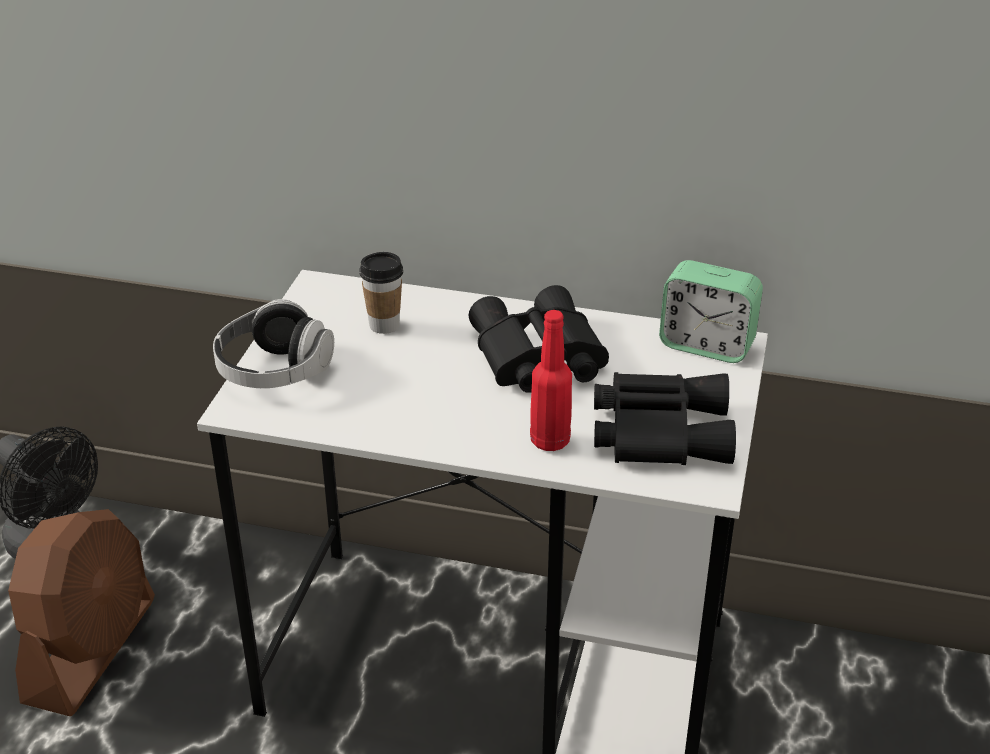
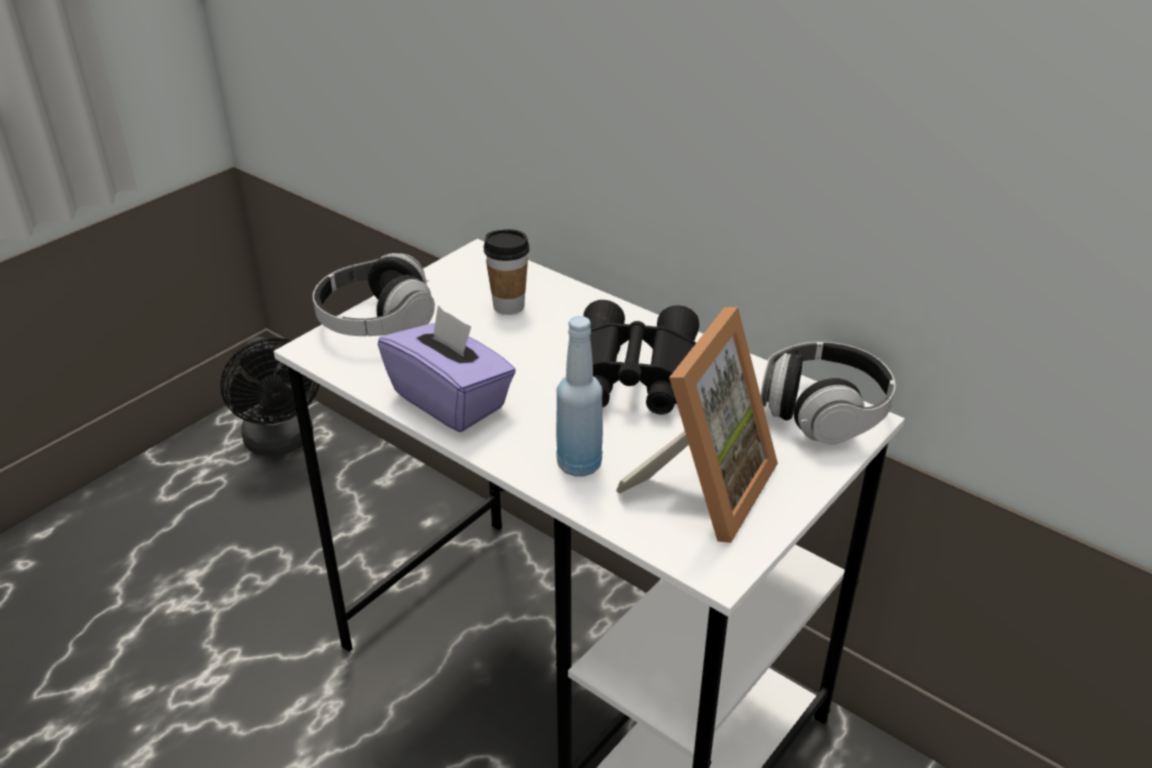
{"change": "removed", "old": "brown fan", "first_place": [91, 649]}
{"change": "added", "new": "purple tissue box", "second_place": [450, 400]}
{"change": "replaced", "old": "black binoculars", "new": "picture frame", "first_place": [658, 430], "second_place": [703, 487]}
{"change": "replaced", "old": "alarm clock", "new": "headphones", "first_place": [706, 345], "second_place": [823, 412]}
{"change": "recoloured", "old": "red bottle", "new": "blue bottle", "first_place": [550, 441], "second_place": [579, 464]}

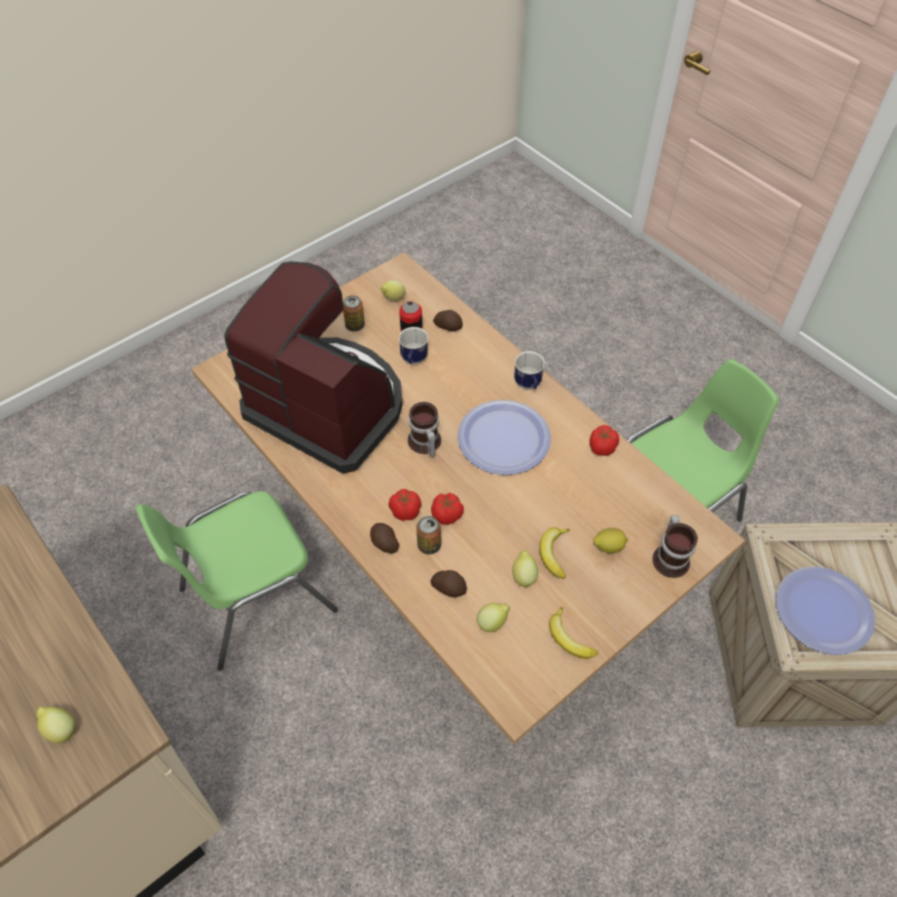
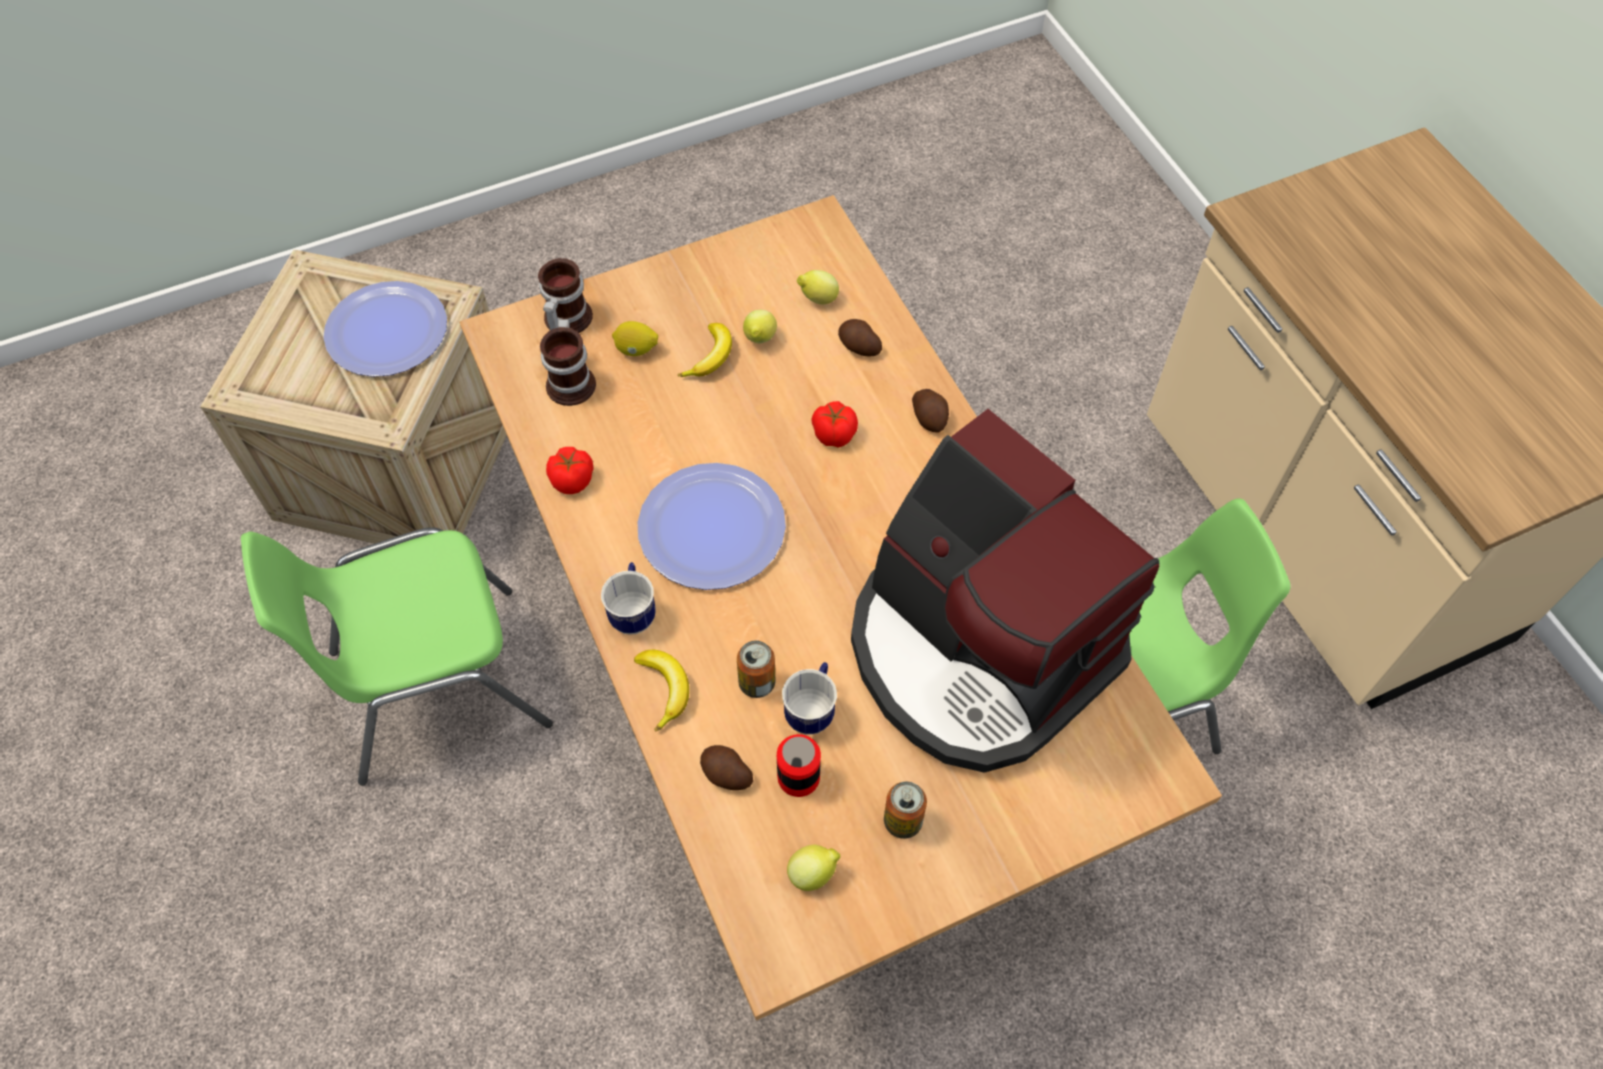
{"change": "removed", "old": "lemon", "first_place": [61, 729]}
{"change": "removed", "old": "tomato", "first_place": [405, 511]}
{"change": "moved", "old": "mug", "first_place": [424, 444], "second_place": [573, 381]}
{"change": "moved", "old": "can", "first_place": [429, 545], "second_place": [757, 682]}
{"change": "moved", "old": "banana", "first_place": [568, 638], "second_place": [664, 688]}

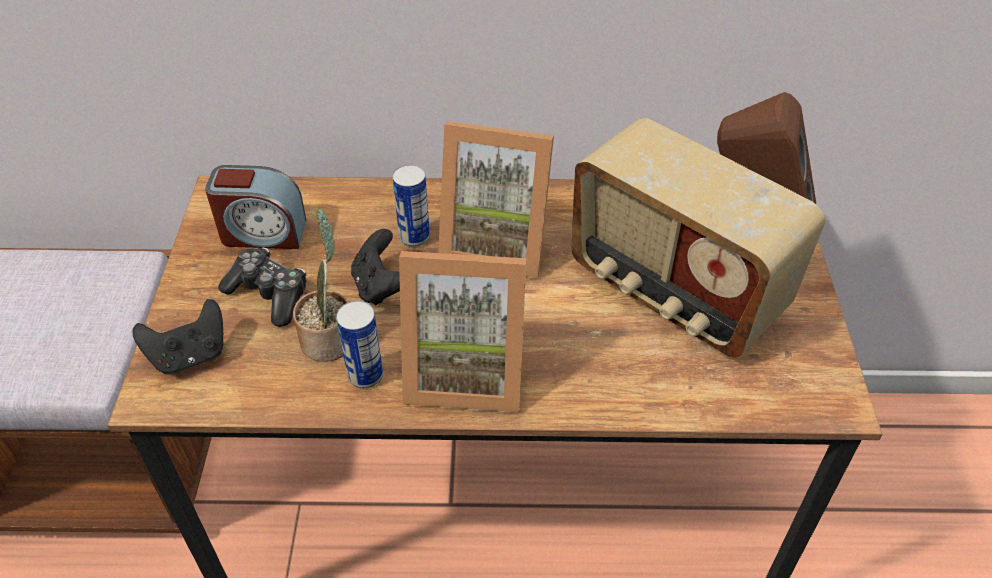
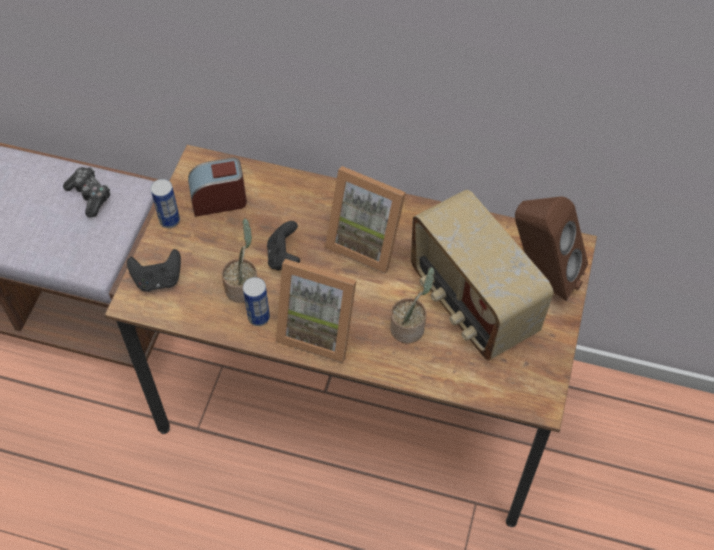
{"change": "added", "new": "potted plant", "second_place": [409, 327]}
{"change": "moved", "old": "game controller", "first_place": [269, 294], "second_place": [90, 195]}
{"change": "moved", "old": "can", "first_place": [414, 237], "second_place": [169, 220]}
{"change": "turned", "old": "alarm clock", "first_place": [263, 233], "second_place": [219, 200], "degrees": 150}

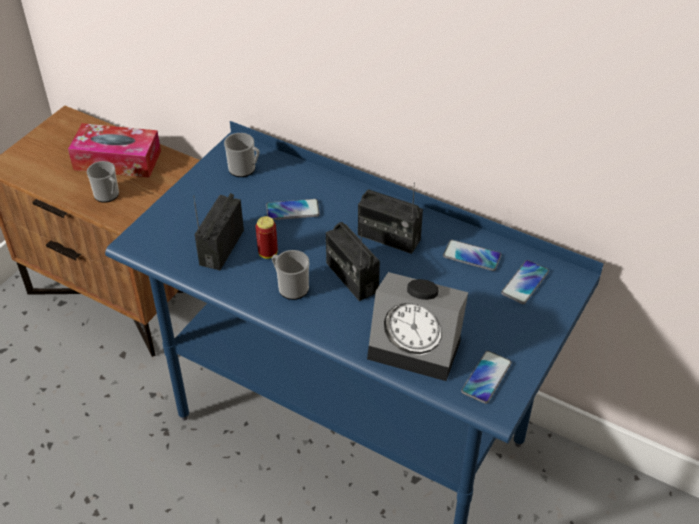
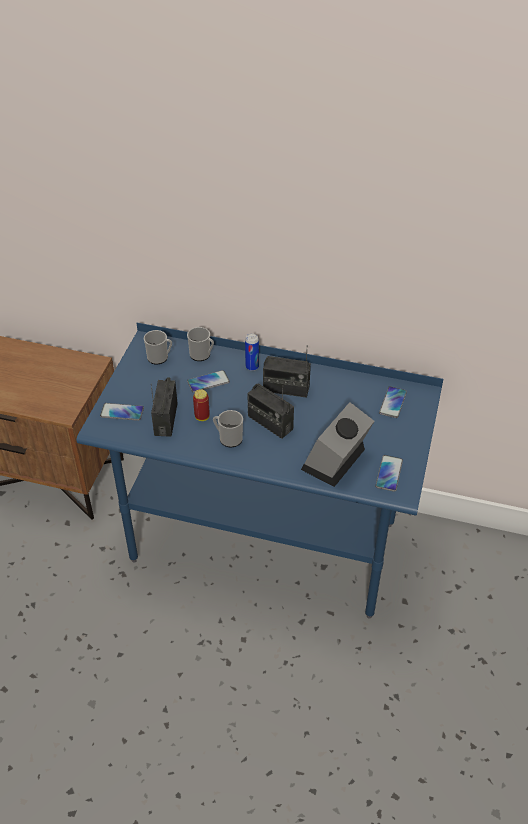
{"change": "removed", "old": "tissue box", "first_place": [117, 160]}
{"change": "added", "new": "can", "second_place": [252, 367]}
{"change": "moved", "old": "mug", "first_place": [108, 195], "second_place": [202, 355]}
{"change": "moved", "old": "phone", "first_place": [472, 256], "second_place": [122, 412]}
{"change": "turned", "old": "alarm clock", "first_place": [418, 347], "second_place": [335, 462], "degrees": 120}

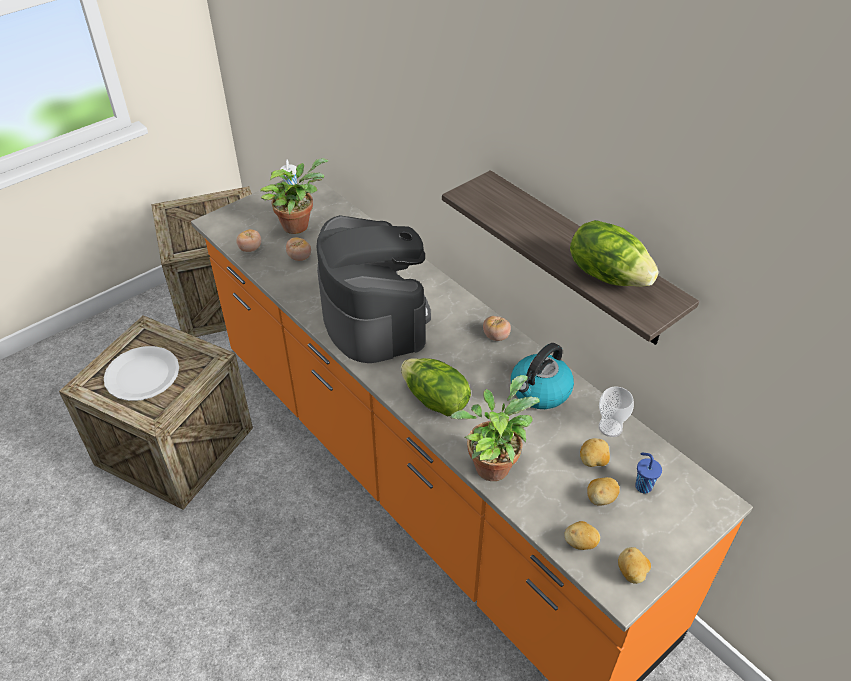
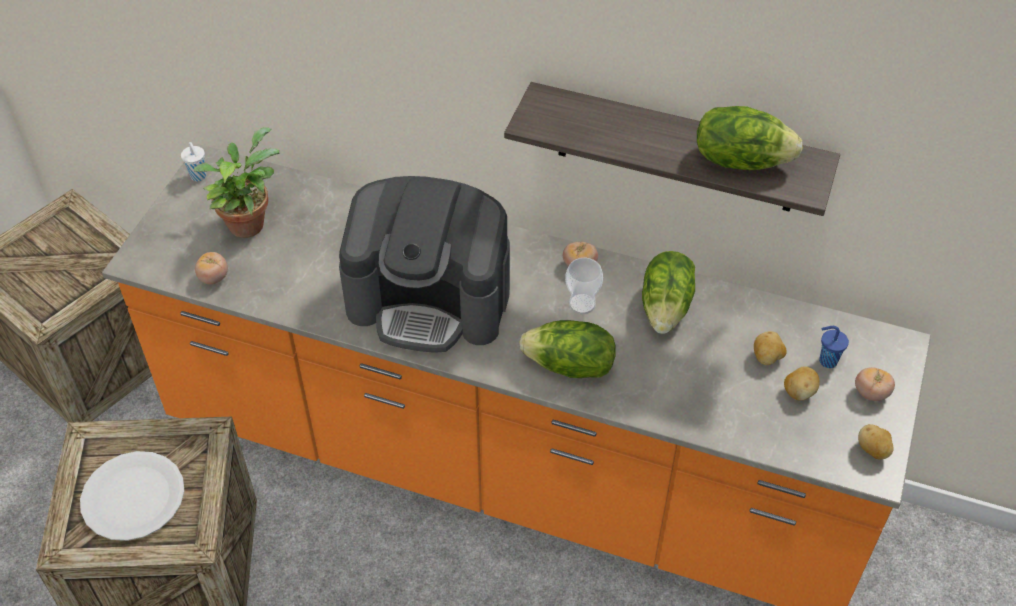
{"change": "removed", "old": "potted plant", "first_place": [492, 463]}
{"change": "removed", "old": "potato", "first_place": [580, 543]}
{"change": "moved", "old": "tomato", "first_place": [299, 257], "second_place": [871, 393]}
{"change": "moved", "old": "cup", "first_place": [610, 427], "second_place": [582, 304]}
{"change": "replaced", "old": "kettle", "new": "lettuce", "first_place": [540, 391], "second_place": [667, 307]}
{"change": "turned", "old": "coffee machine", "first_place": [374, 316], "second_place": [430, 299], "degrees": 150}

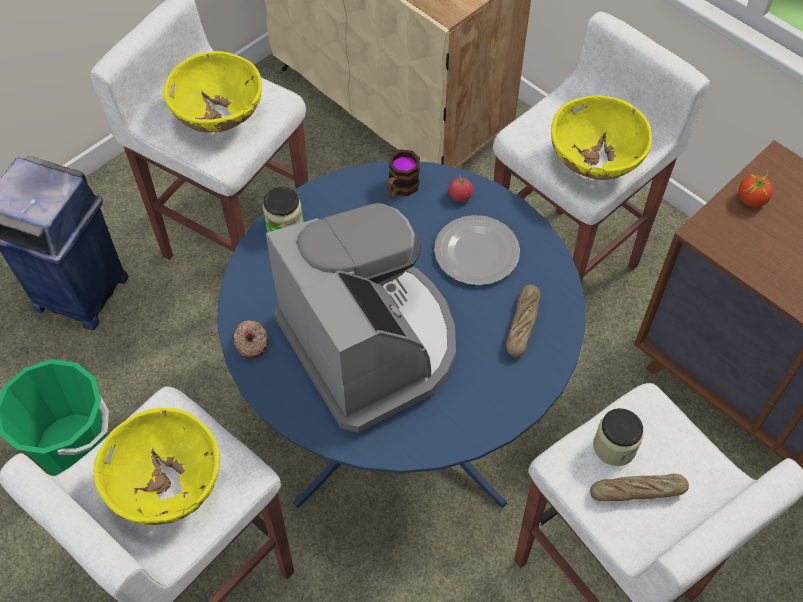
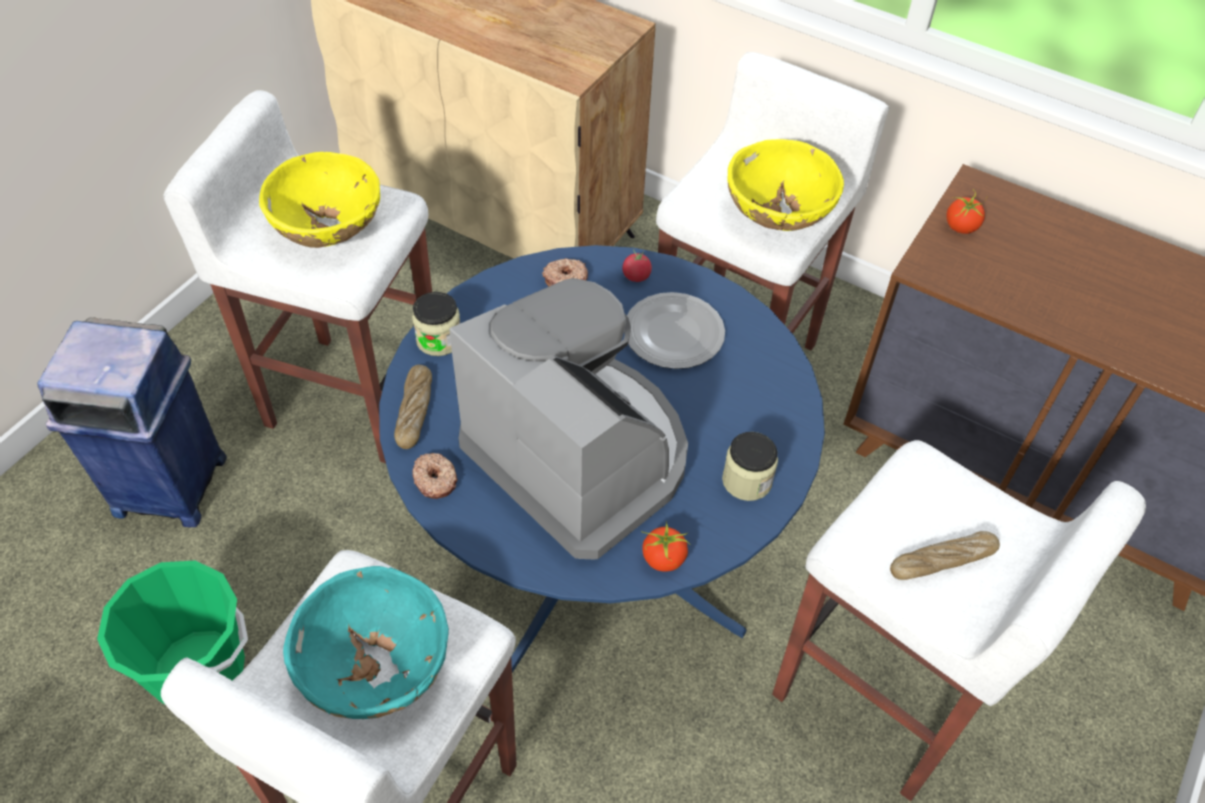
{"change": "added", "new": "tomato", "second_place": [663, 559]}
{"change": "moved", "old": "bread", "first_place": [522, 324], "second_place": [414, 411]}
{"change": "moved", "old": "jar", "first_place": [614, 446], "second_place": [747, 480]}
{"change": "replaced", "old": "mug", "new": "donut", "first_place": [400, 188], "second_place": [565, 279]}
{"change": "recoloured", "old": "yellow bowl", "new": "turquoise bowl", "first_place": [167, 486], "second_place": [377, 670]}

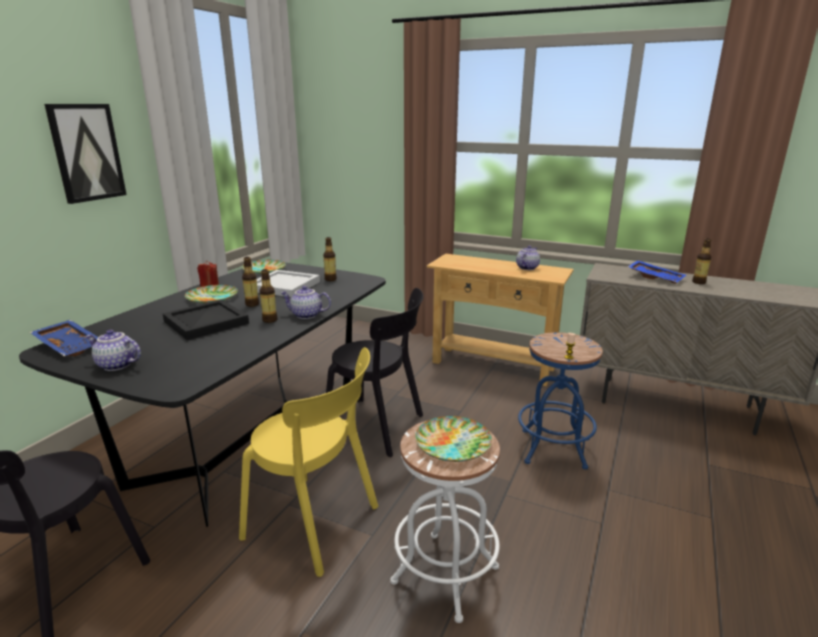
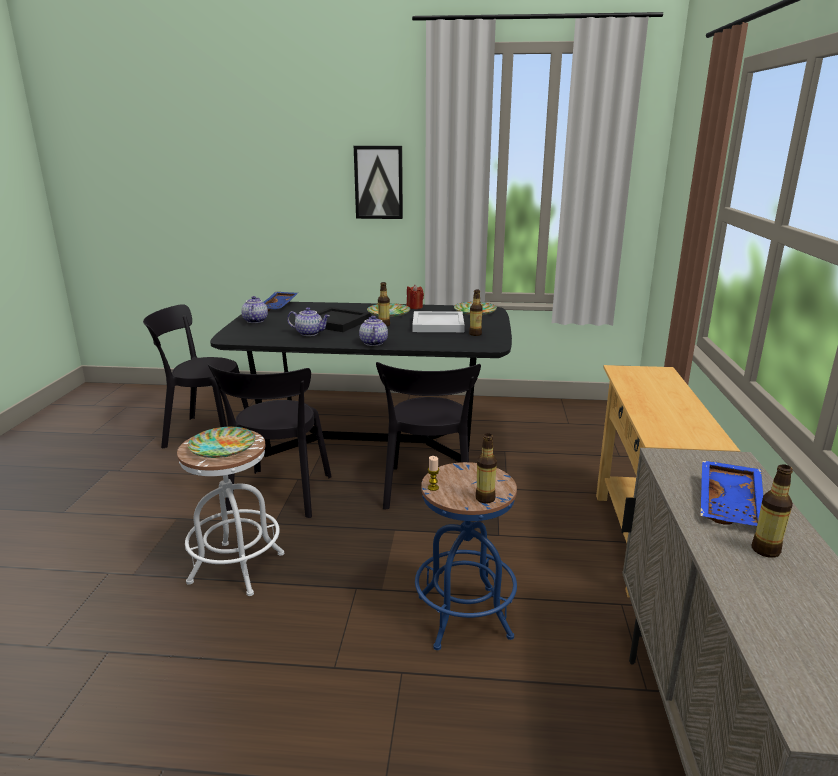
{"change": "moved", "old": "bottle", "first_place": [270, 320], "second_place": [485, 498]}
{"change": "moved", "old": "teapot", "first_place": [526, 268], "second_place": [310, 333]}
{"change": "recoloured", "old": "yellow chair", "new": "black chair", "first_place": [316, 524], "second_place": [279, 496]}

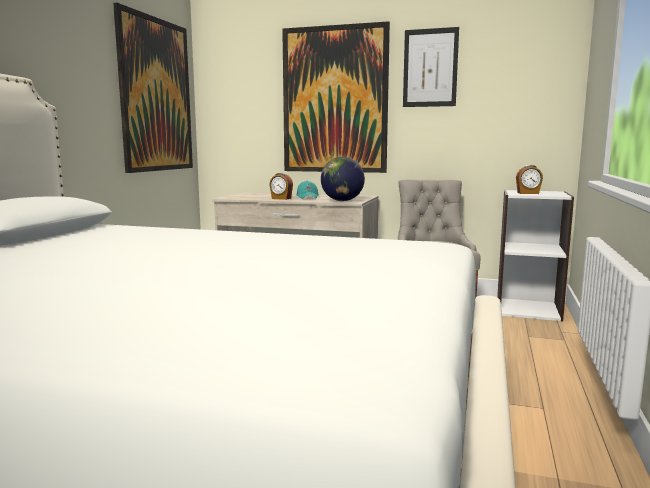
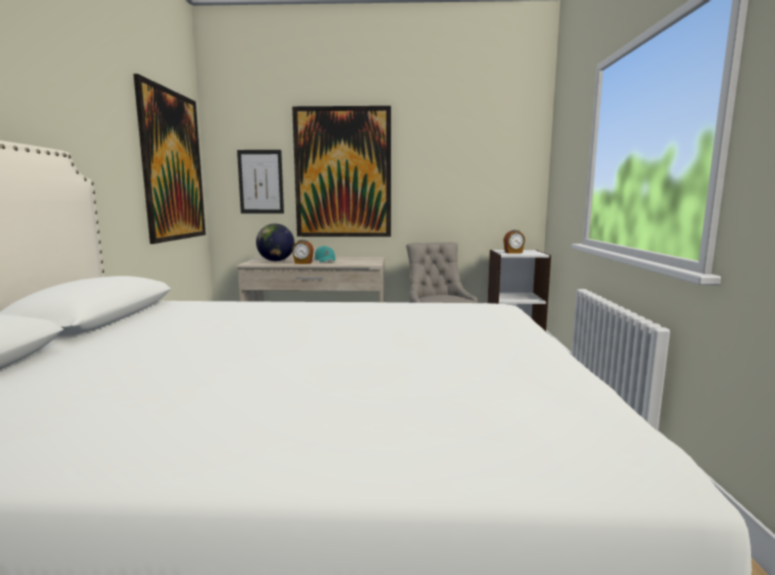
{"change": "moved", "old": "globe", "first_place": [342, 201], "second_place": [276, 261]}
{"change": "moved", "old": "picture", "first_place": [430, 68], "second_place": [261, 182]}

